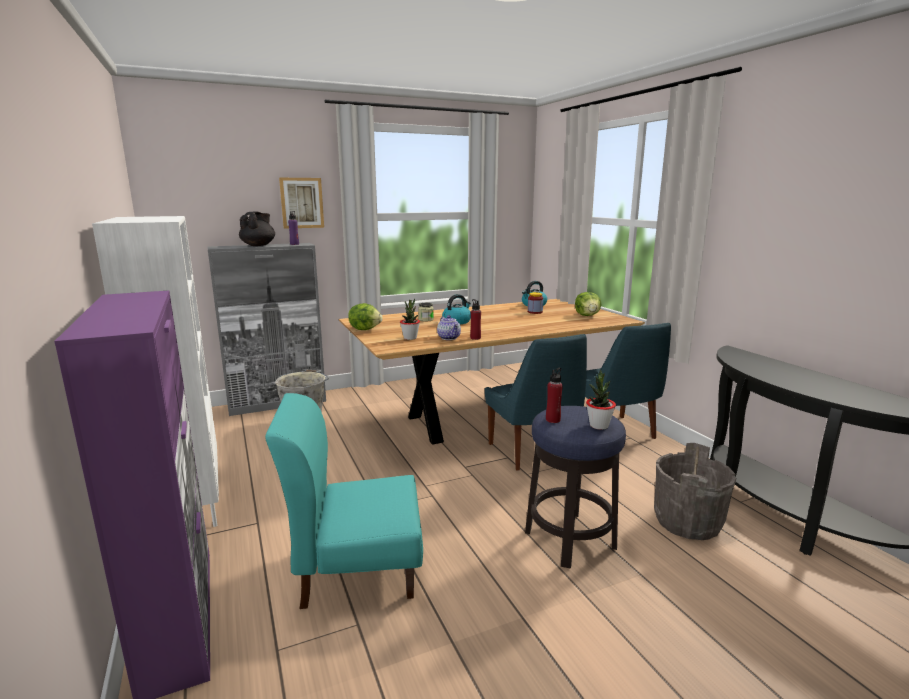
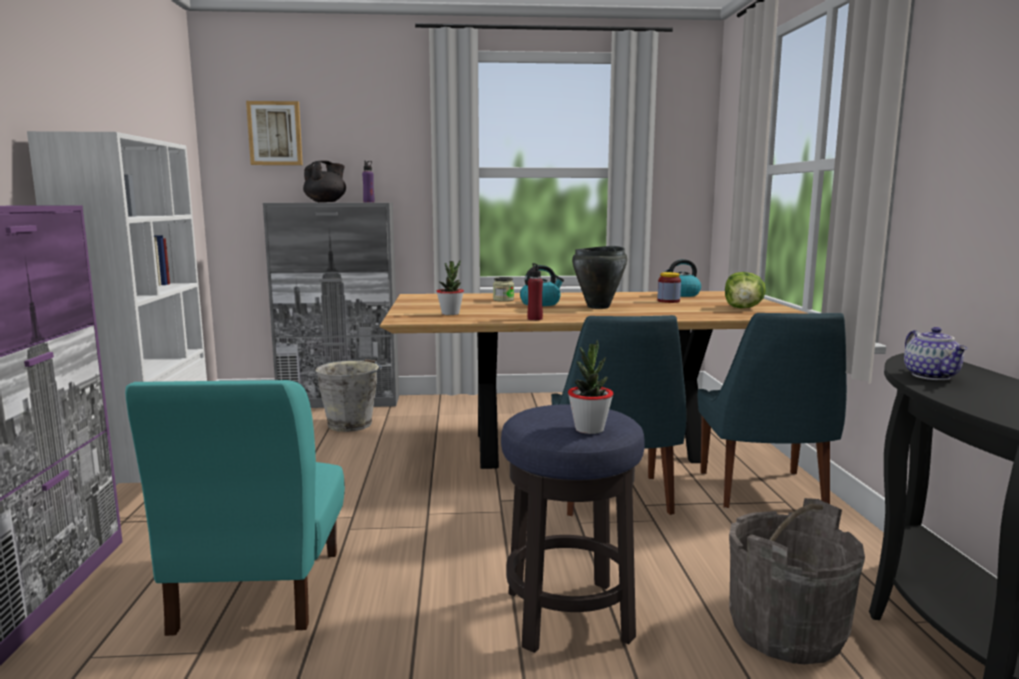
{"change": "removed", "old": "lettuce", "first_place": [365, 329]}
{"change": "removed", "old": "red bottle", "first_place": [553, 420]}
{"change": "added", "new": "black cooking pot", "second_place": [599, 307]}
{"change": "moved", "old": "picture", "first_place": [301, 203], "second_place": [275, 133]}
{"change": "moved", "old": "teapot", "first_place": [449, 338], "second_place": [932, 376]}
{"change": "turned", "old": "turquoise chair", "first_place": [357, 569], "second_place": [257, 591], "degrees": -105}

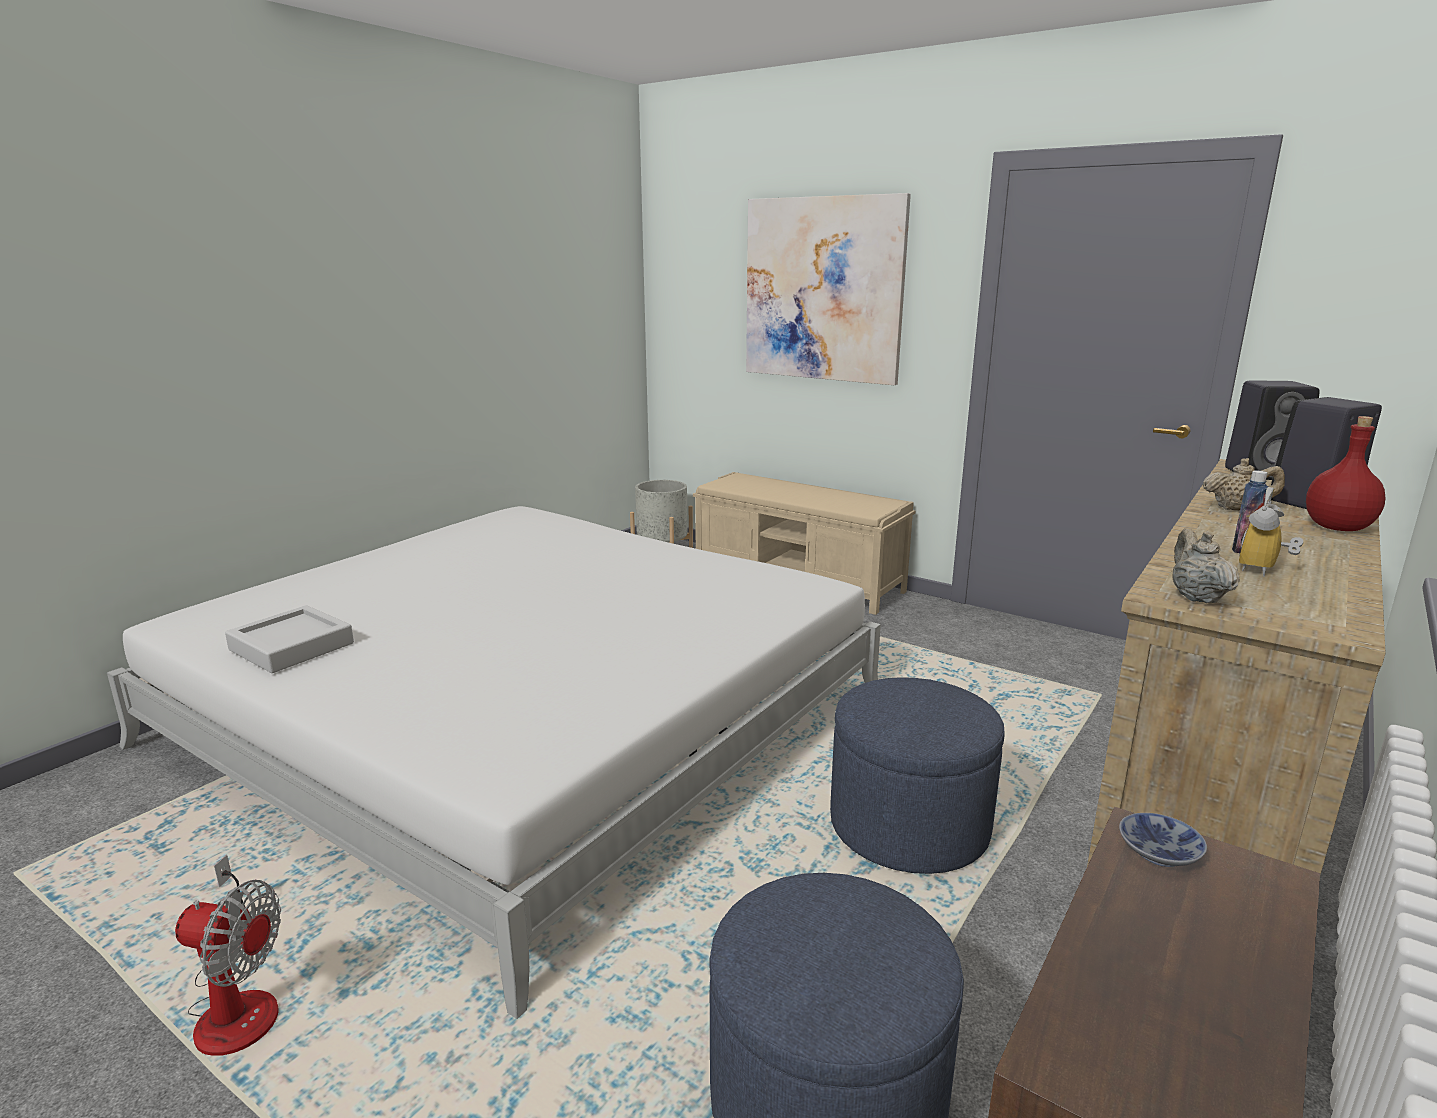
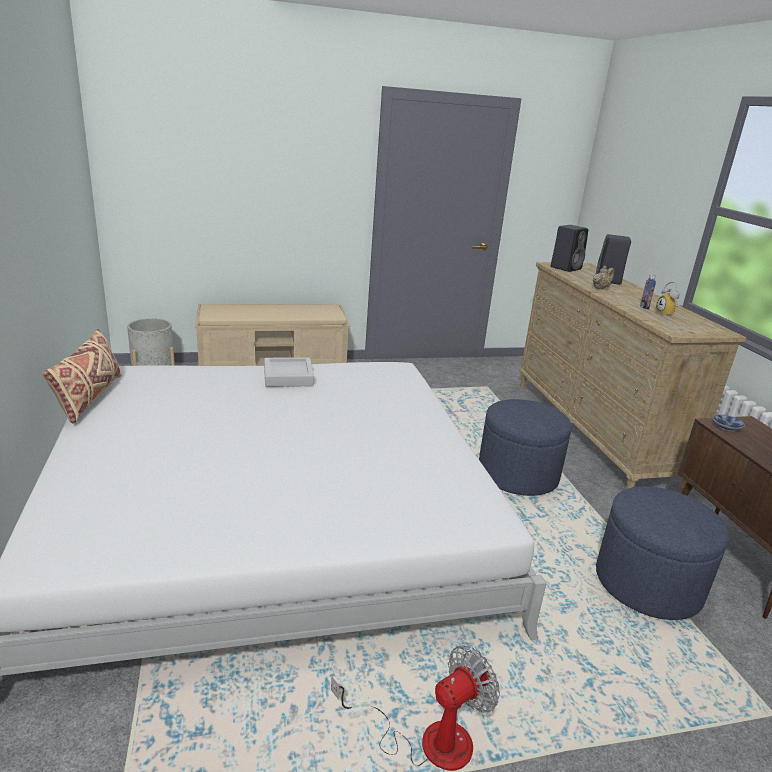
{"change": "removed", "old": "picture", "first_place": [823, 290]}
{"change": "removed", "old": "beige teapot", "first_place": [1196, 597]}
{"change": "removed", "old": "red bottle", "first_place": [1339, 528]}
{"change": "added", "new": "beige pillow", "second_place": [89, 398]}
{"change": "moved", "old": "grey tray", "first_place": [292, 647], "second_place": [288, 377]}

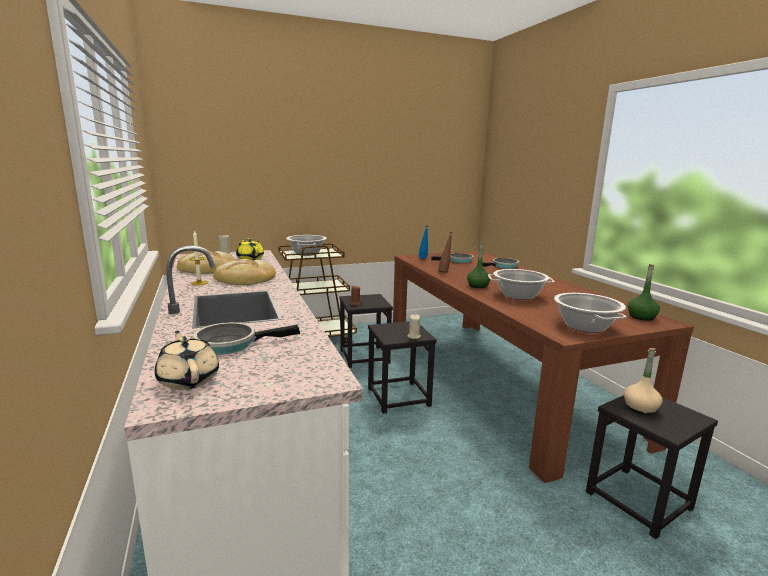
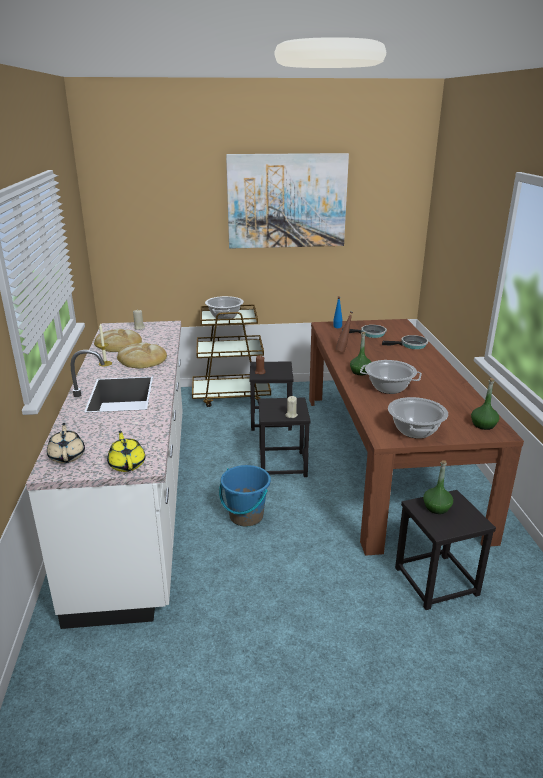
{"change": "removed", "old": "frying pan", "first_place": [232, 344]}
{"change": "added", "new": "blue bucket", "second_place": [246, 516]}
{"change": "added", "new": "picture", "second_place": [287, 201]}
{"change": "moved", "old": "yellow teapot", "first_place": [250, 258], "second_place": [127, 464]}
{"change": "recoloured", "old": "beige bottle", "new": "green bottle", "first_place": [640, 408], "second_place": [436, 507]}

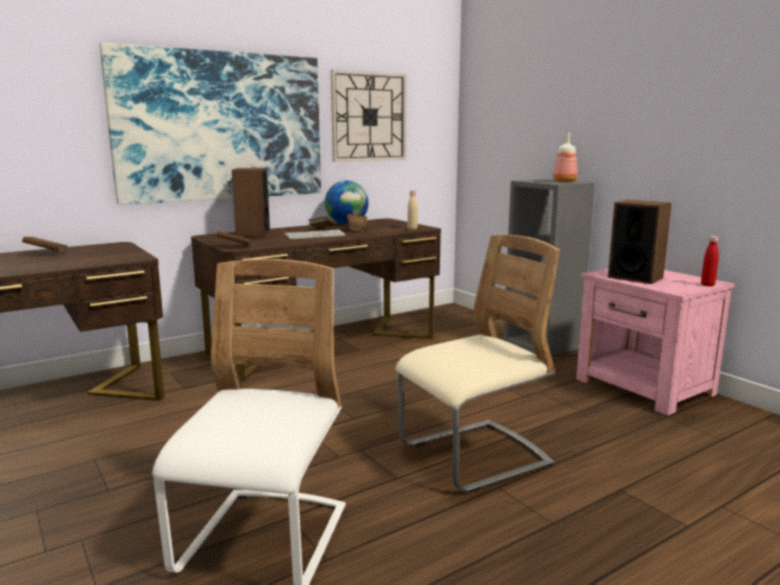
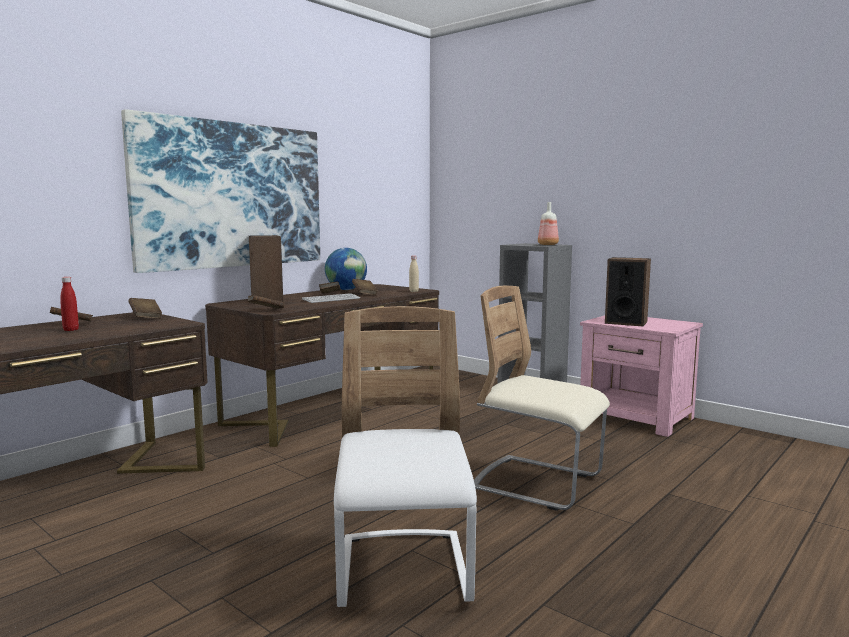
{"change": "removed", "old": "wall clock", "first_place": [369, 117]}
{"change": "added", "new": "brown book", "second_place": [145, 317]}
{"change": "moved", "old": "red bottle", "first_place": [707, 285], "second_place": [71, 330]}
{"change": "turned", "old": "beige chair", "first_place": [474, 457], "second_place": [537, 484], "degrees": -105}

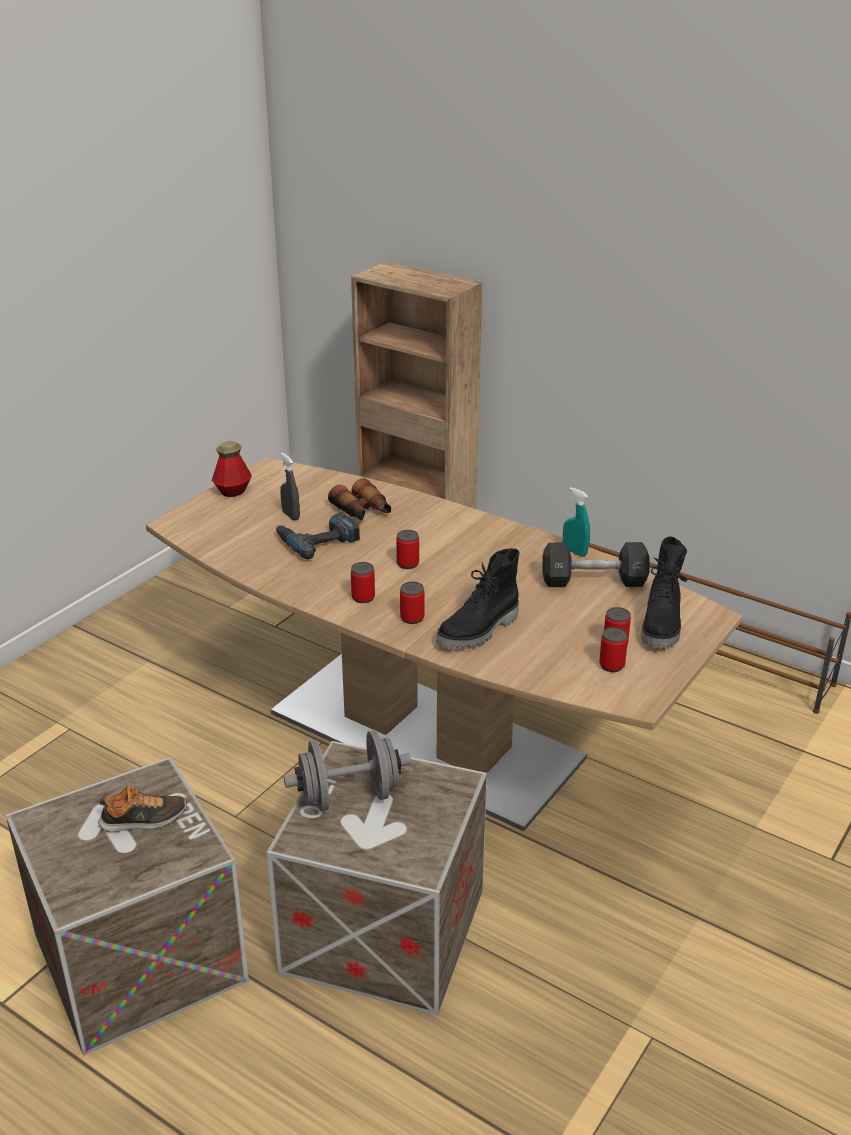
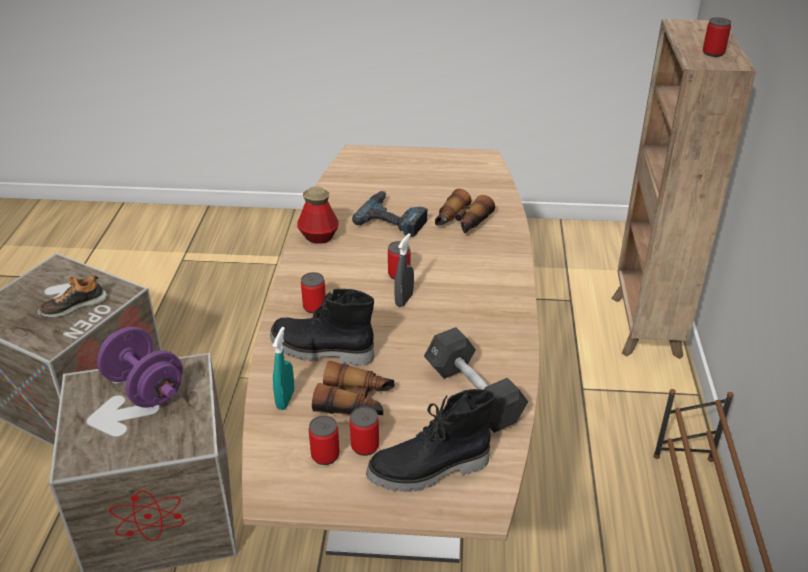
{"change": "added", "new": "binoculars", "second_place": [355, 401]}
{"change": "moved", "old": "bottle", "first_place": [233, 491], "second_place": [318, 237]}
{"change": "moved", "old": "grey spray bottle", "first_place": [291, 515], "second_place": [404, 300]}
{"change": "moved", "old": "can", "first_place": [363, 597], "second_place": [713, 53]}
{"change": "moved", "old": "turquoise spray bottle", "first_place": [574, 552], "second_place": [285, 400]}
{"change": "recoloured", "old": "grey dumbbell", "new": "purple dumbbell", "first_place": [349, 796], "second_place": [145, 388]}
{"change": "turned", "old": "shoe", "first_place": [144, 820], "second_place": [74, 306], "degrees": 105}

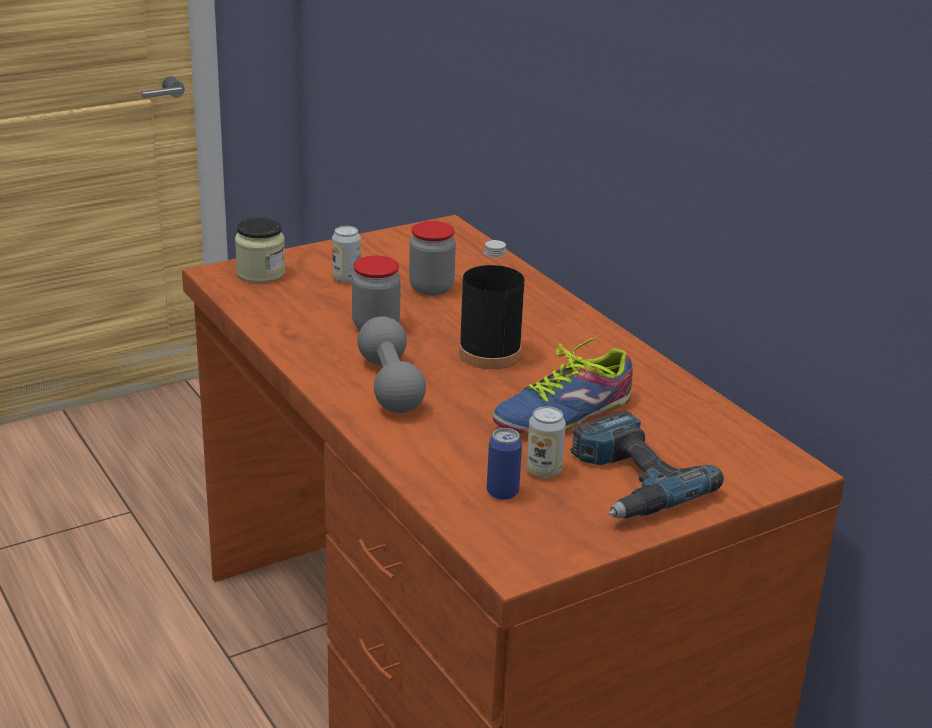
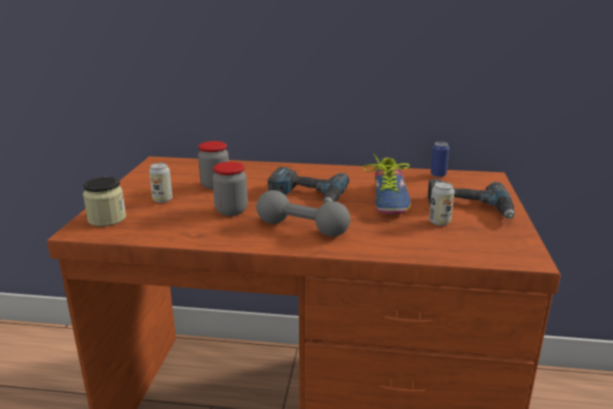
{"change": "moved", "old": "can", "first_place": [502, 492], "second_place": [438, 174]}
{"change": "replaced", "old": "black bottle", "new": "power drill", "first_place": [489, 354], "second_place": [306, 195]}

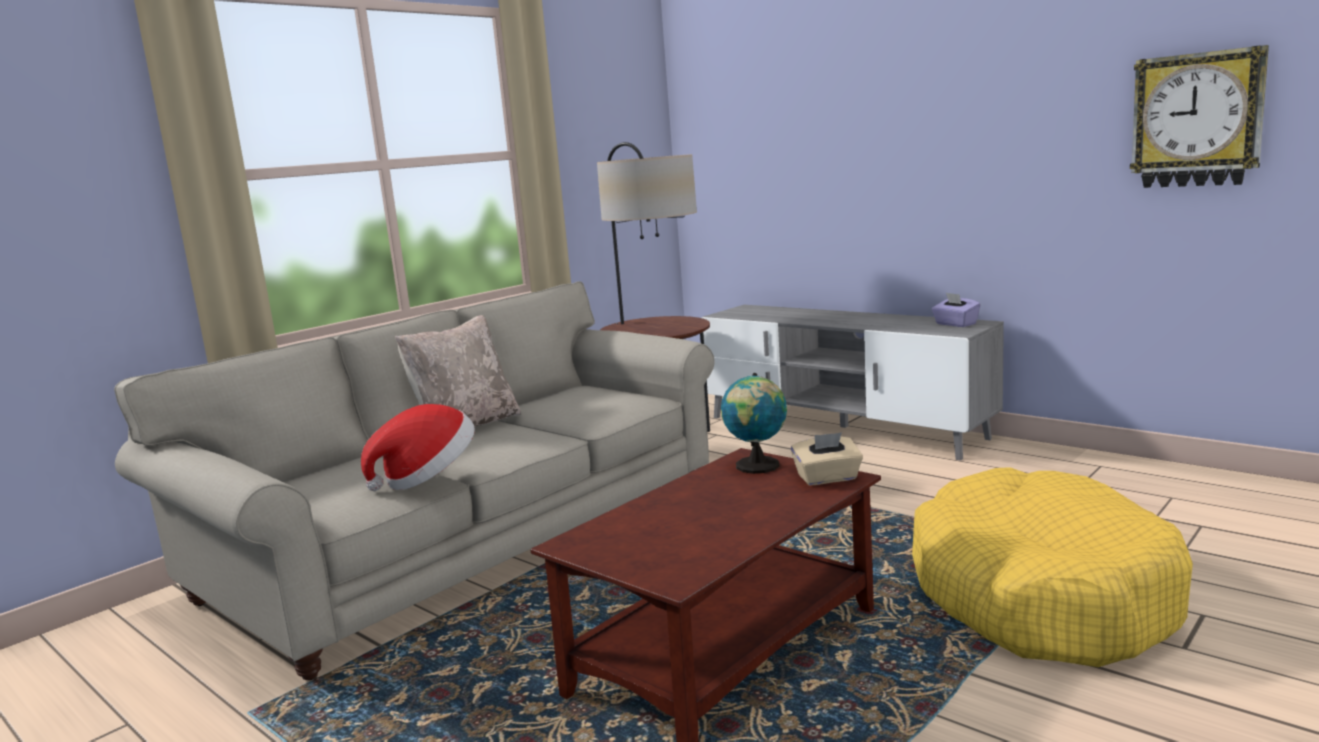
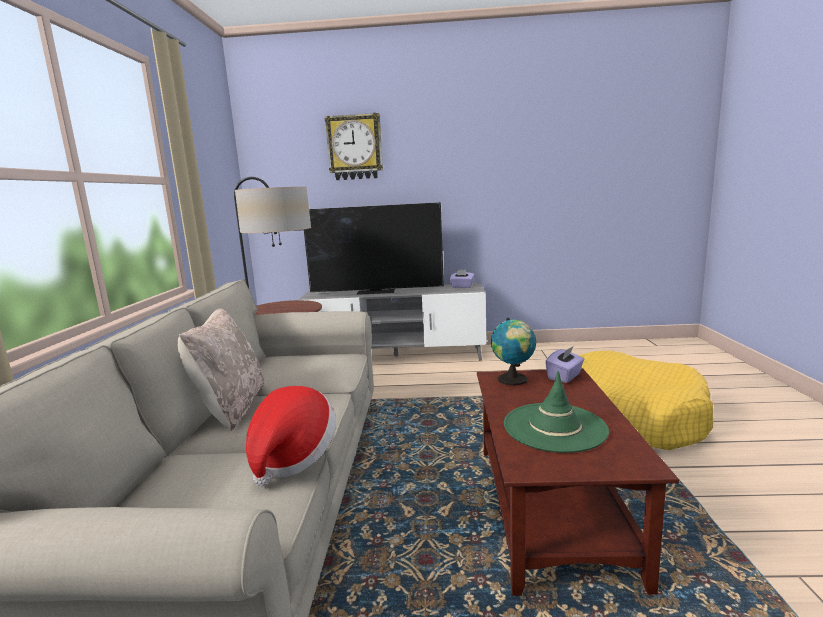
{"change": "added", "new": "television", "second_place": [376, 291]}
{"change": "added", "new": "green hat", "second_place": [554, 427]}
{"change": "moved", "old": "wall clock", "first_place": [1197, 120], "second_place": [355, 147]}
{"change": "recoloured", "old": "beige tissue box", "new": "purple tissue box", "first_place": [827, 478], "second_place": [564, 376]}

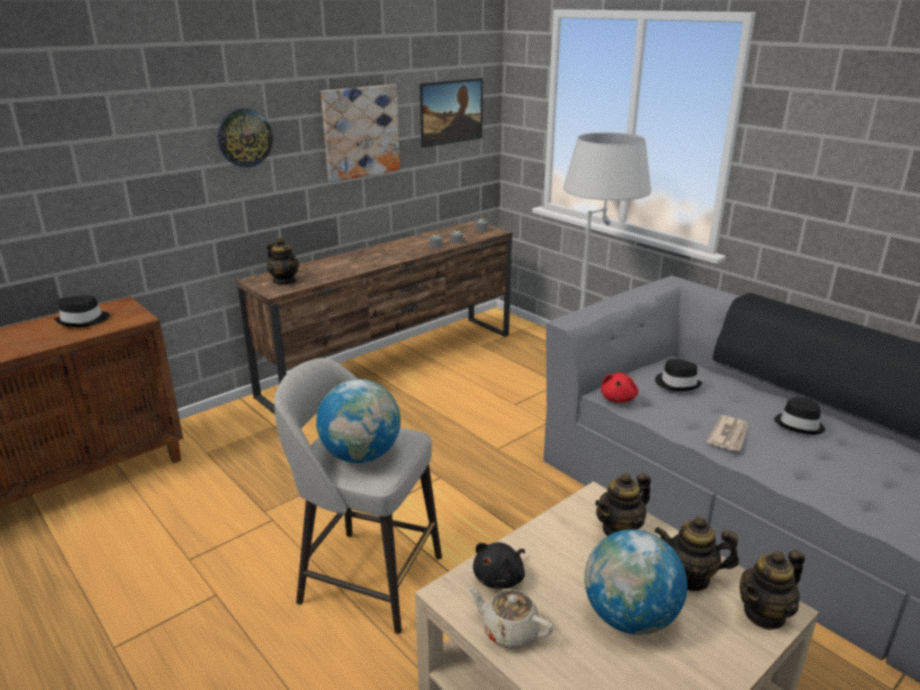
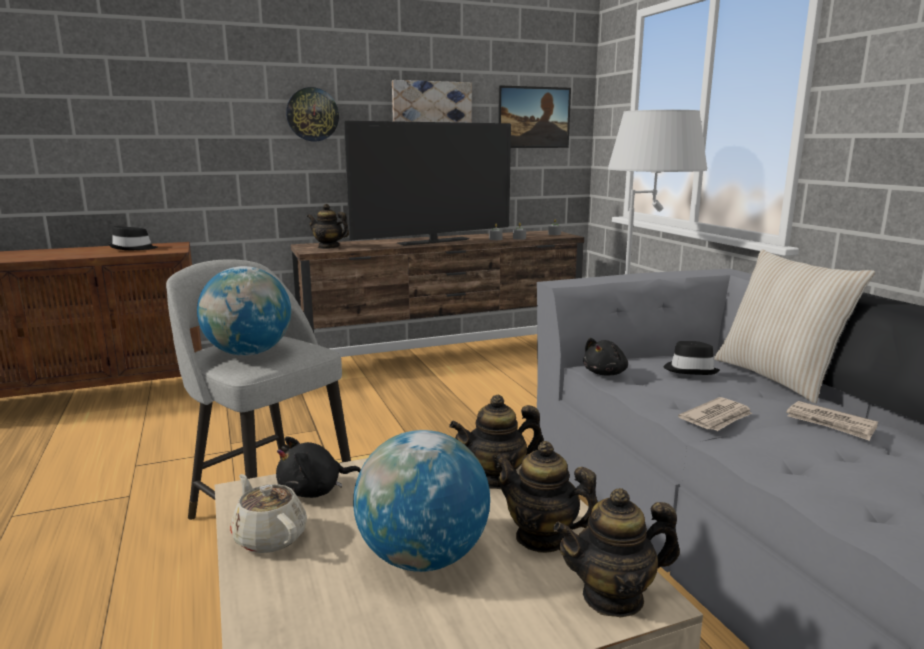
{"change": "added", "new": "television", "second_place": [433, 242]}
{"change": "added", "new": "beige pillow", "second_place": [777, 377]}
{"change": "replaced", "old": "black hat", "new": "newspaper", "first_place": [799, 424], "second_place": [830, 423]}
{"change": "recoloured", "old": "red plush toy", "new": "black plush toy", "first_place": [618, 398], "second_place": [605, 373]}
{"change": "turned", "old": "teapot", "first_place": [284, 281], "second_place": [328, 247], "degrees": 135}

